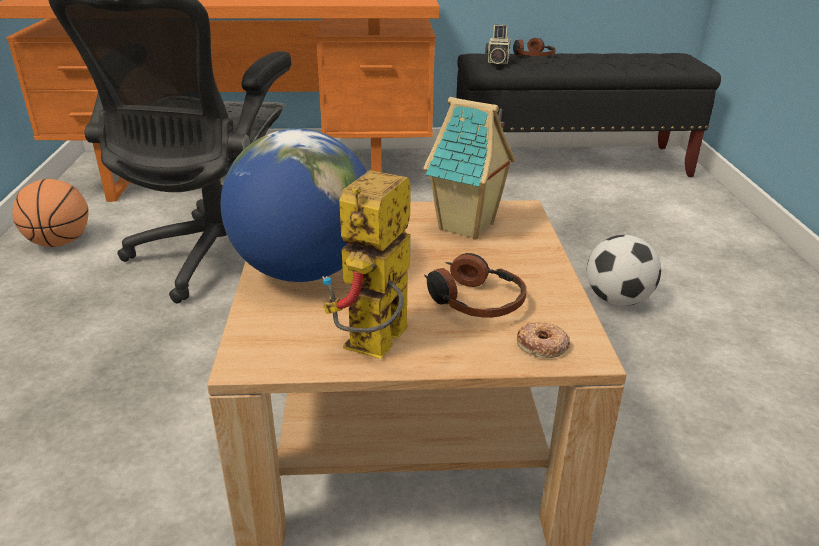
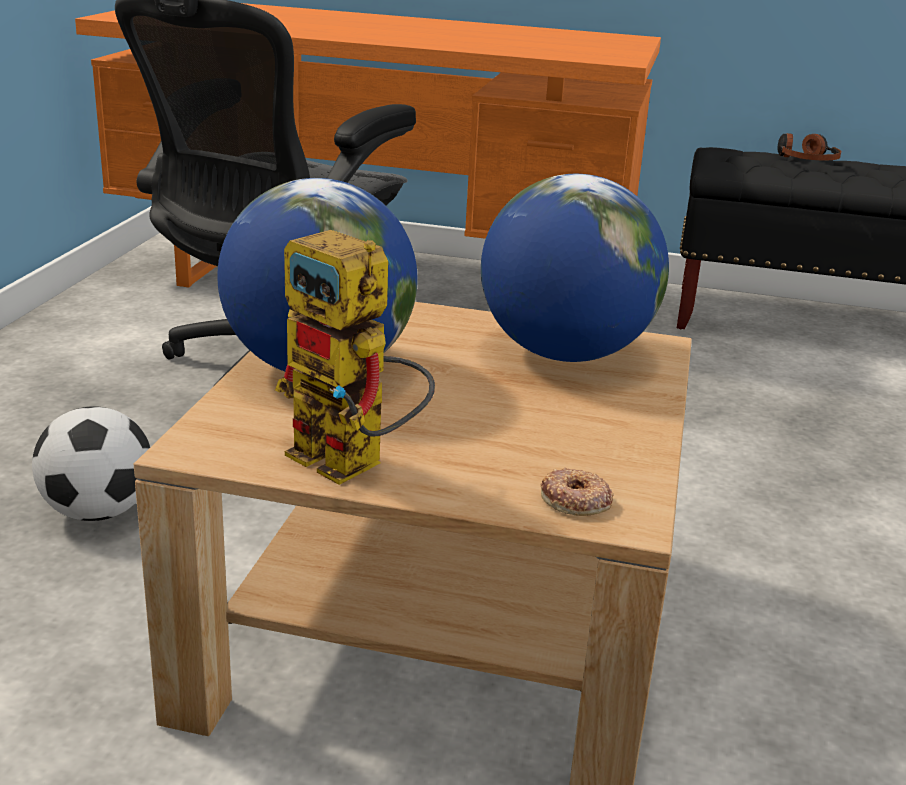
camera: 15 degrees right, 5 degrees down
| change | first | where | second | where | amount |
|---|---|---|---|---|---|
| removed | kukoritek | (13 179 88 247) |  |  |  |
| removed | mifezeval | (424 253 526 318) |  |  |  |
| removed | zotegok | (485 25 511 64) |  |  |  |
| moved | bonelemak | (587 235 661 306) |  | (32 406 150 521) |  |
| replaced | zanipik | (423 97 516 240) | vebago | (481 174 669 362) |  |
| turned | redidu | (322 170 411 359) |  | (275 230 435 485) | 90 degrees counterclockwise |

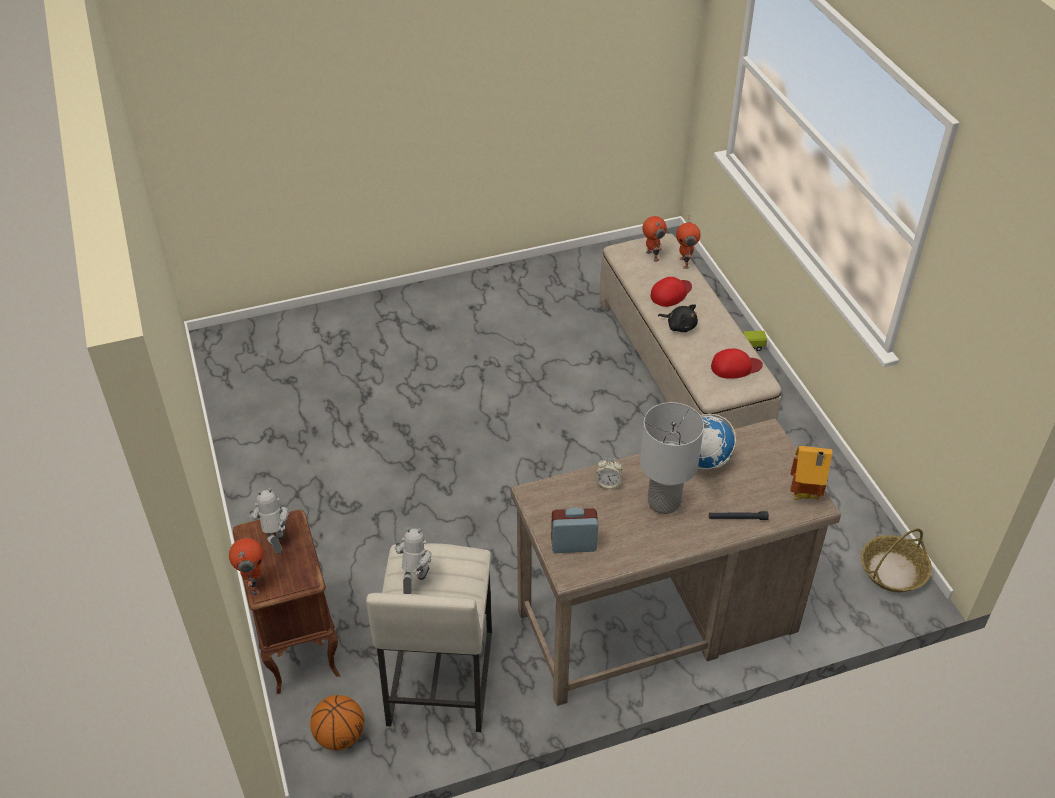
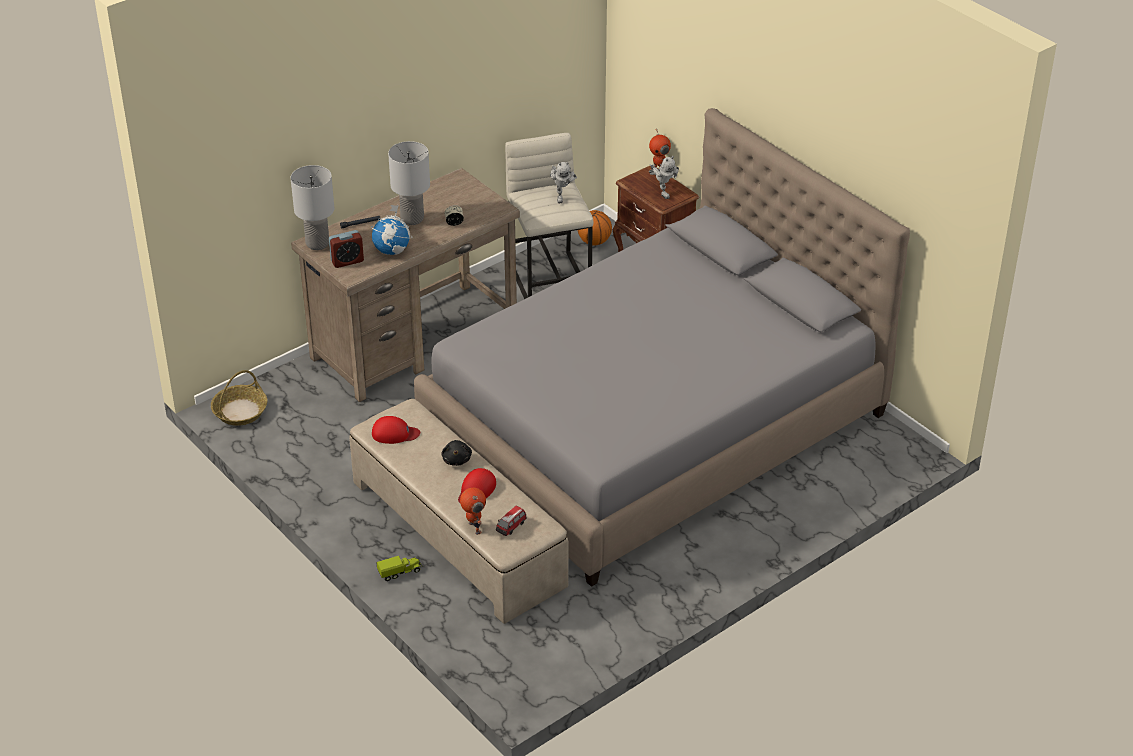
camera: 160 degrees right, 5 degrees down
| change | first | where | second | where | amount |
|---|---|---|---|---|---|
| added |  |  | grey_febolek | (414 108 910 587) |  |
| moved | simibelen | (551 507 598 553) |  | (329 230 364 268) |  |
| replaced | redidu | (642 216 667 262) | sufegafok | (496 505 526 536) |  |
| replaced | zanipik | (790 446 832 499) | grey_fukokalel | (291 165 334 250) |  |
| turned | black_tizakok | (658 304 698 332) |  | (441 440 472 466) | 105 degrees counterclockwise |
| turned | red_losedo | (711 349 763 379) |  | (372 416 420 444) | 150 degrees counterclockwise |

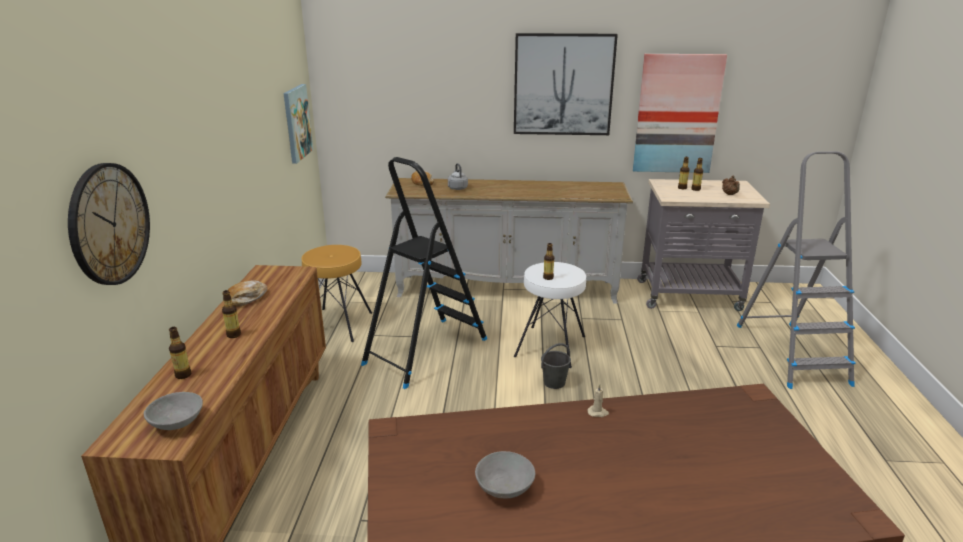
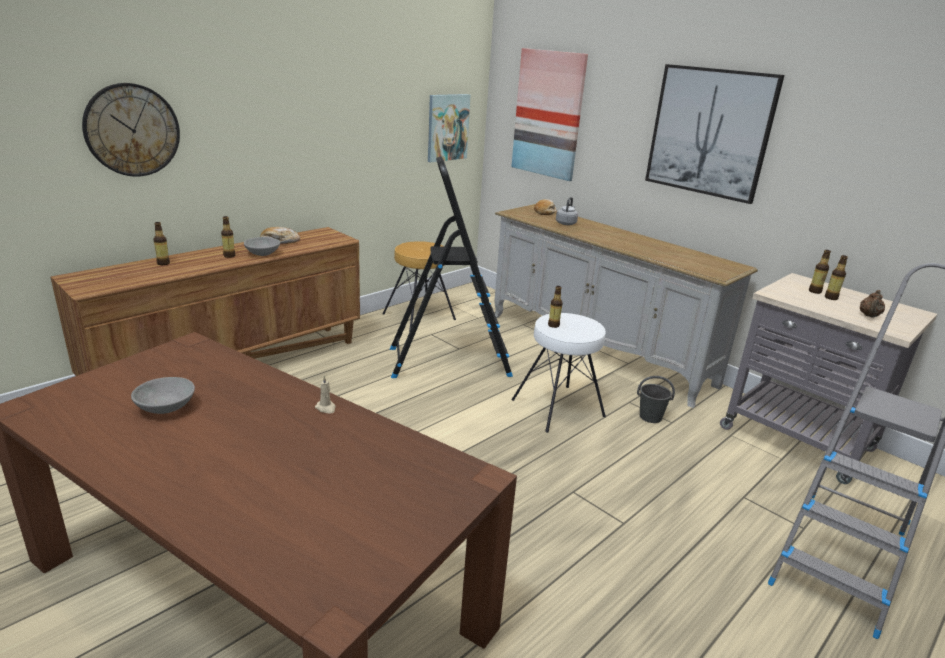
camera: 40 degrees right, 0 degrees up
| change | first | where | second | where | amount |
|---|---|---|---|---|---|
| moved | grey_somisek | (144 392 203 430) |  | (244 237 280 256) |  |
| moved | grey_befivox | (541 343 571 389) |  | (637 376 675 423) |  |
| moved | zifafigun | (633 54 727 173) |  | (511 48 588 181) |  |

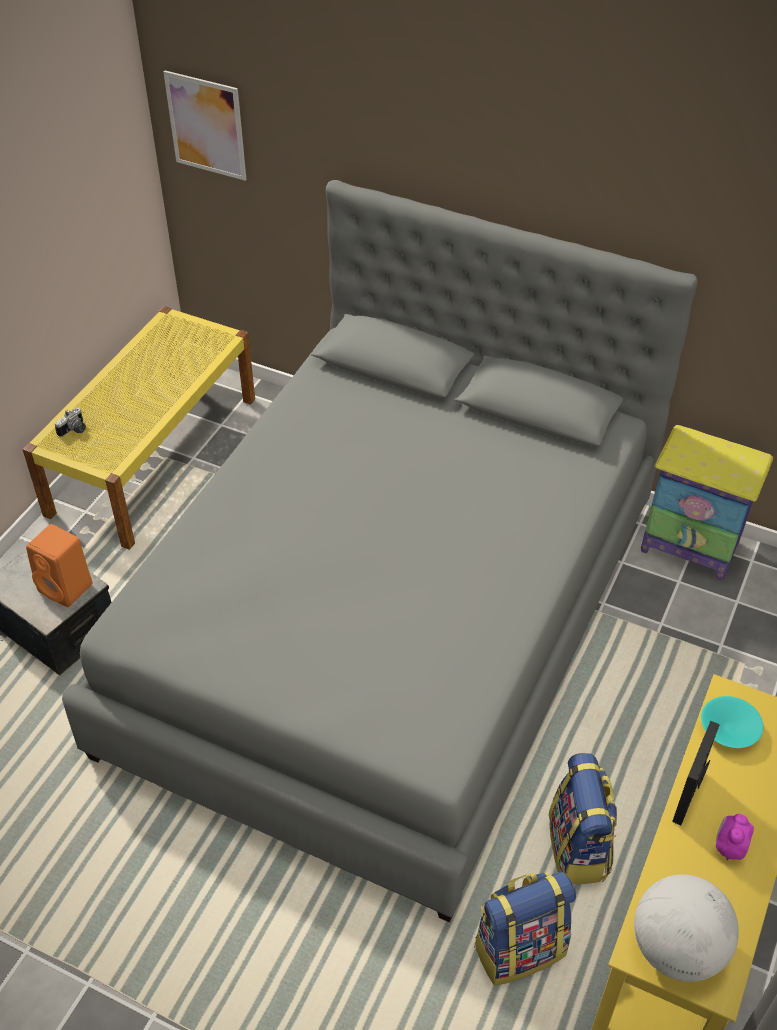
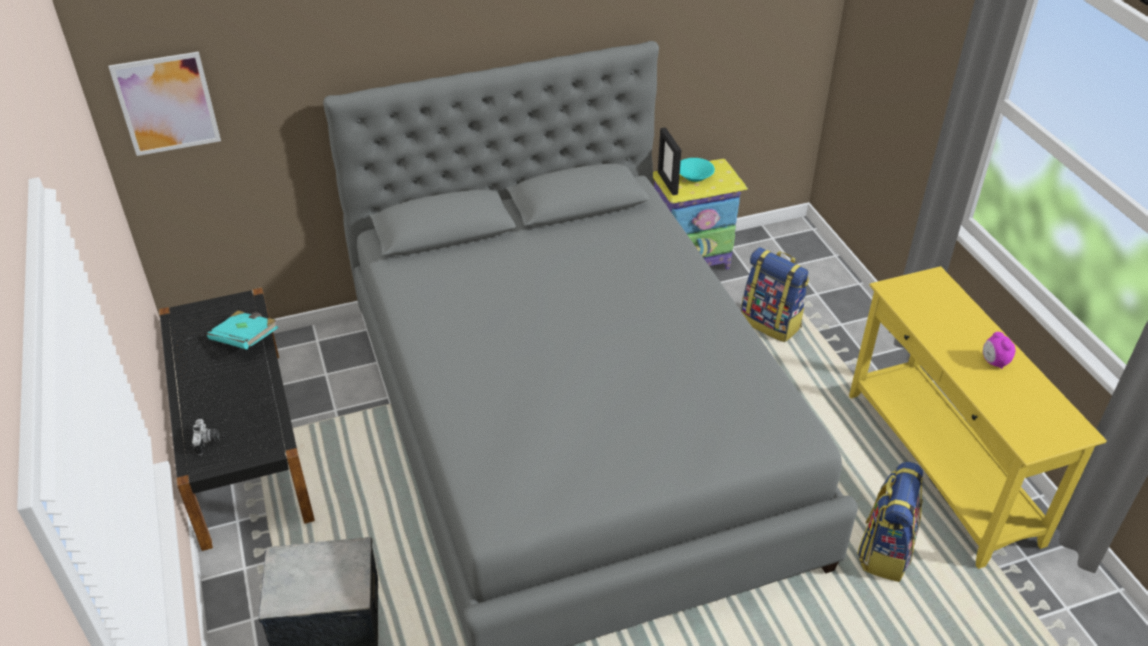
camera: 45 degrees left, 5 degrees down
| change | first | where | second | where | amount |
|---|---|---|---|---|---|
| removed | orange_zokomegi | (26 524 92 607) |  |  |  |
| removed | vebago | (634 874 739 982) |  |  |  |
| added |  |  | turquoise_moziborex | (207 311 278 350) |  |
| moved | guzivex | (549 753 617 884) |  | (741 247 809 342) |  |
| moved | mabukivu | (672 721 720 825) |  | (658 127 681 195) |  |
| moved | turquoise_somisek | (701 696 764 748) |  | (680 158 715 182) |  |
| recoloured | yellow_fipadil | (23 306 255 550) | black_fipadil | (159 287 315 551) |  |

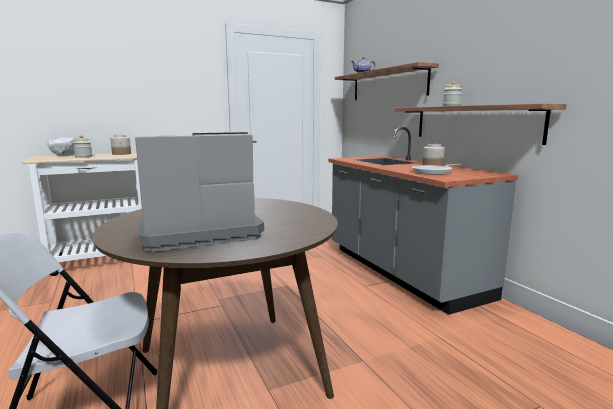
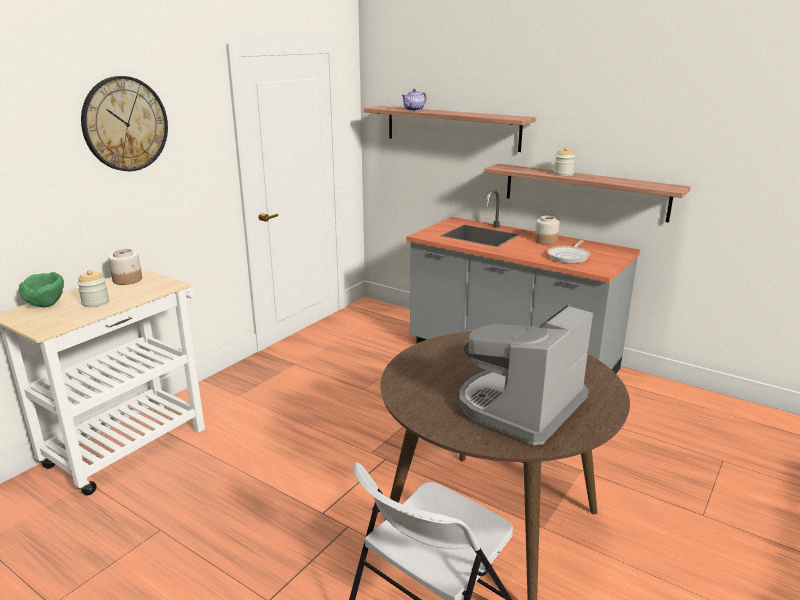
camera: 30 degrees left, 10 degrees up
| change | first | where | second | where | amount |
|---|---|---|---|---|---|
| added |  |  | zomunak | (81 76 168 171) |  |
| recoloured | white_somisek | (47 138 74 156) | green_somisek | (19 272 64 307) |  |

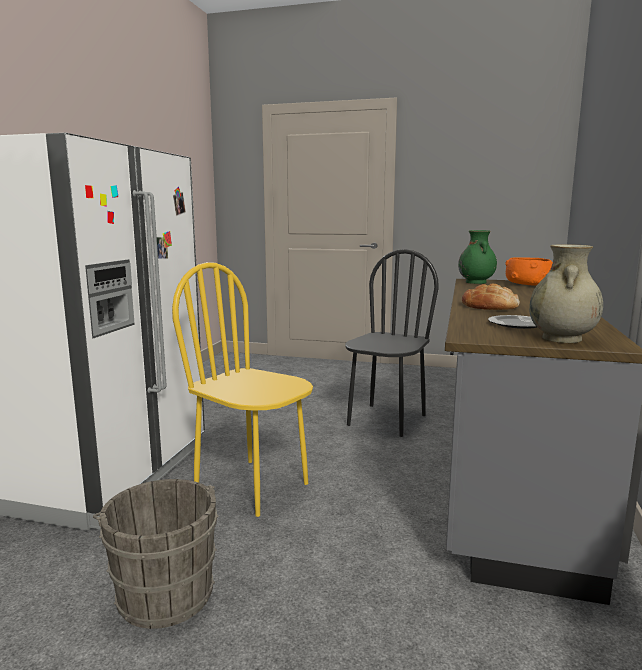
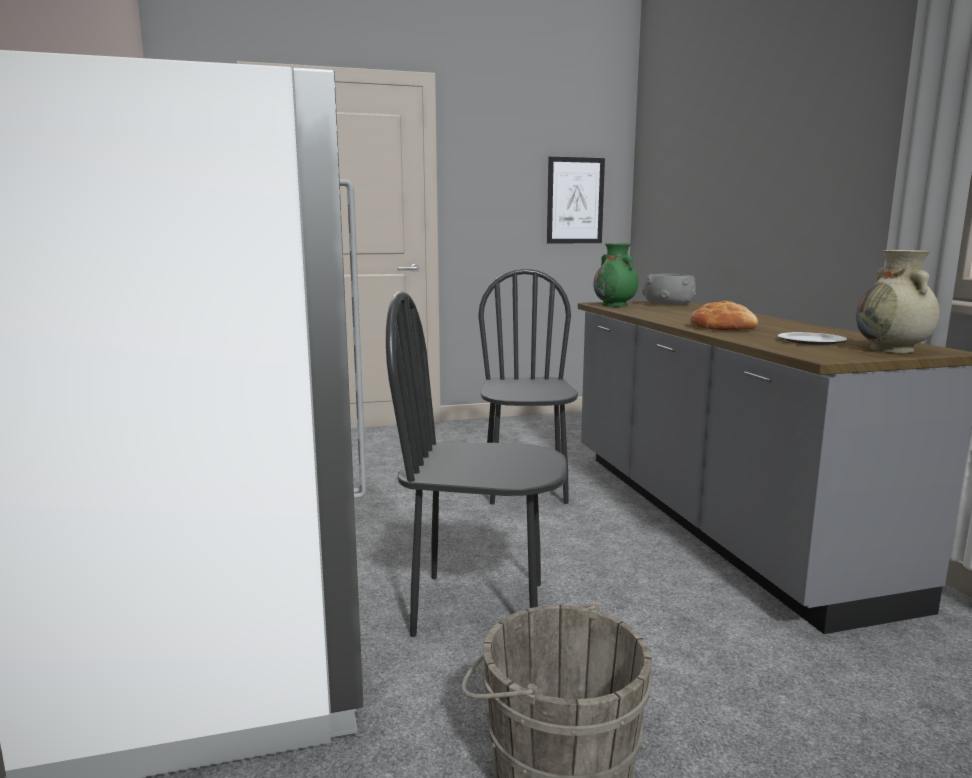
camera: 30 degrees left, 0 degrees up
| change | first | where | second | where | amount |
|---|---|---|---|---|---|
| added |  |  | zifafigun | (547 157 605 243) |  |
| recoloured | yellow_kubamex | (172 262 313 517) | black_kubamex | (386 291 567 637) |  |
| recoloured | orange_somisek | (505 257 553 286) | grey_somisek | (642 274 696 305) |  |

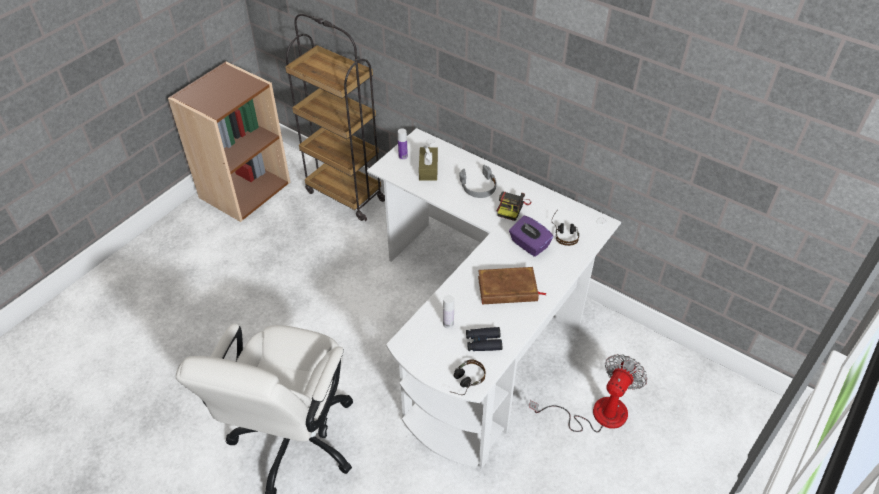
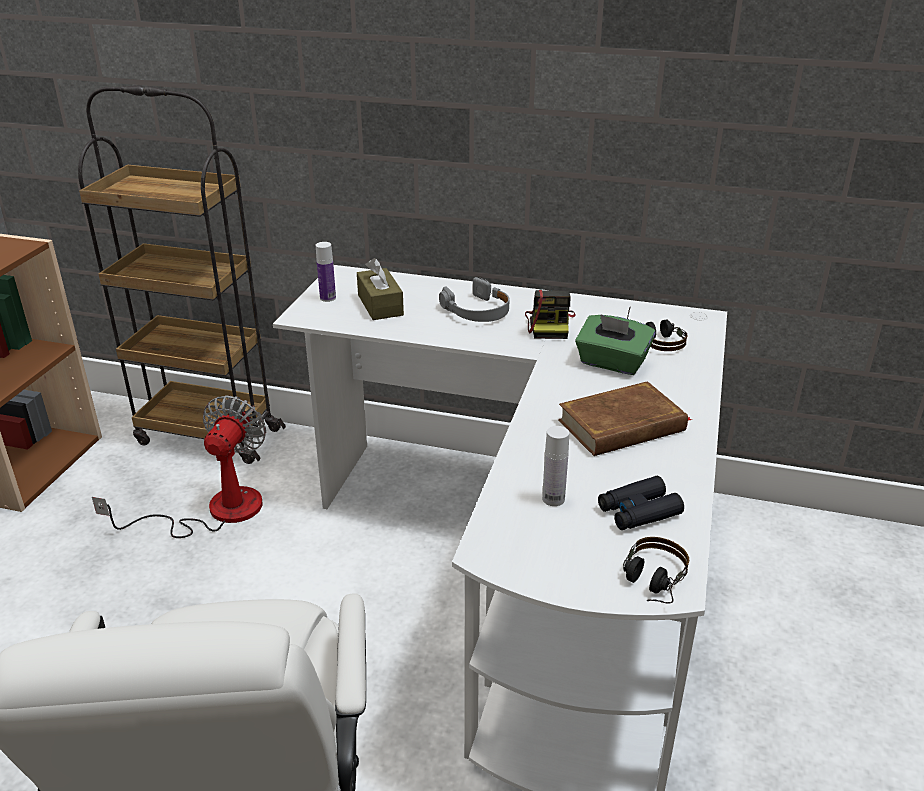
camera: 20 degrees left, 15 degrees down
| change | first | where | second | where | amount |
|---|---|---|---|---|---|
| moved | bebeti | (529 354 648 433) |  | (92 395 266 538) |  |
| recoloured | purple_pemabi | (509 216 553 257) | green_pemabi | (575 314 655 375) |  |

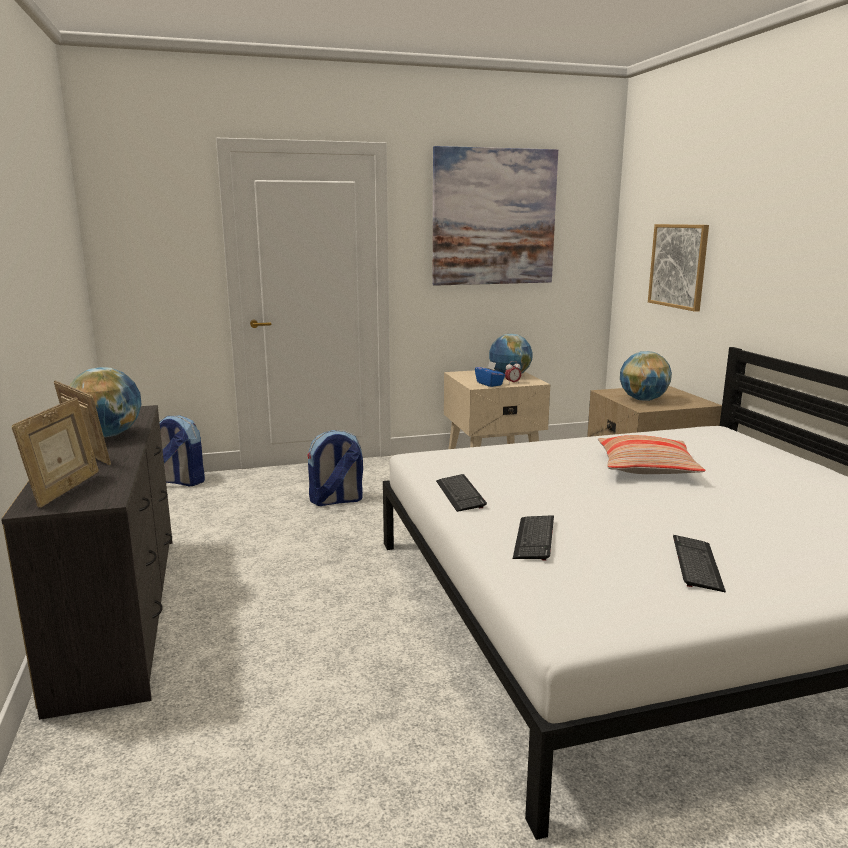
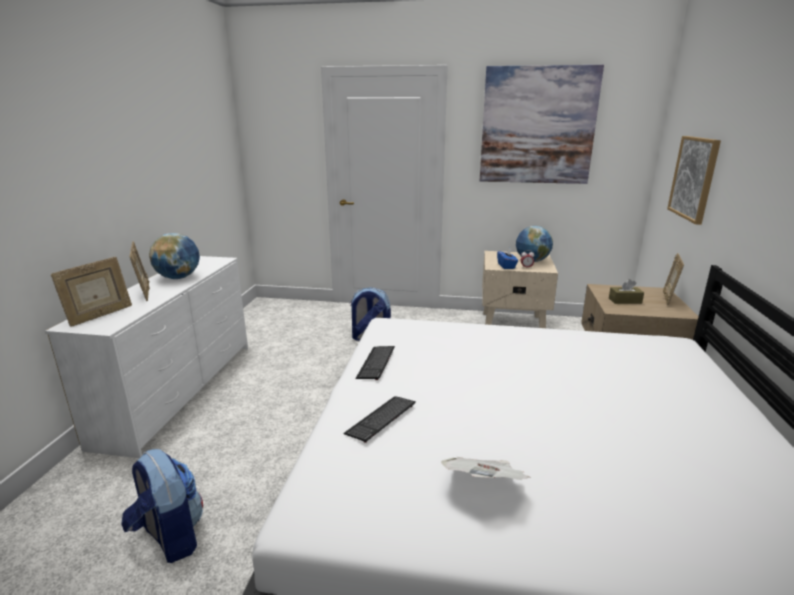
camera: 25 degrees right, 5 degrees up
| change | first | where | second | where | amount |
|---|---|---|---|---|---|
| removed | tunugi | (598 435 706 474) |  |  |  |
| added |  |  | mabukivu | (663 253 684 305) |  |
| moved | guzivex | (160 415 205 486) |  | (121 449 203 563) |  |
| replaced | vebago | (620 351 672 401) | brown_pemabi | (609 279 644 304) |  |
| replaced | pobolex | (673 535 726 593) | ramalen | (441 457 531 480) |  |
| recoloured | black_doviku | (1 405 173 720) | white_doviku | (45 256 248 458) |  |

